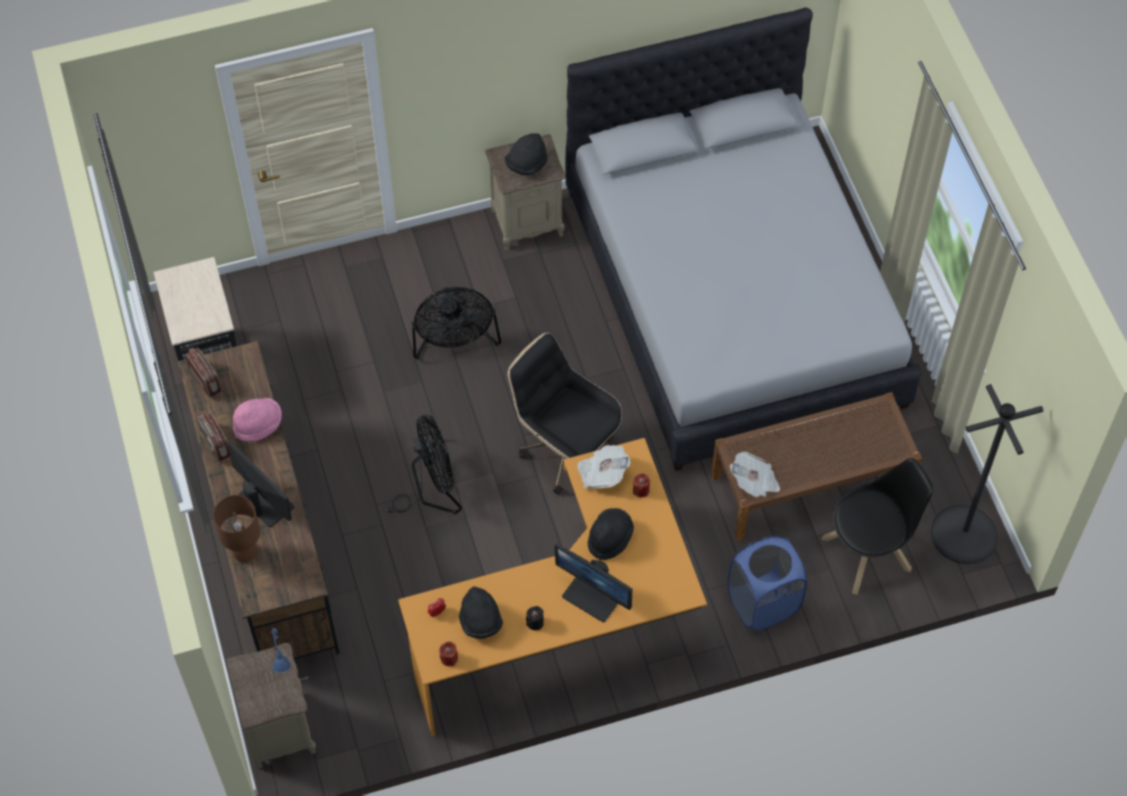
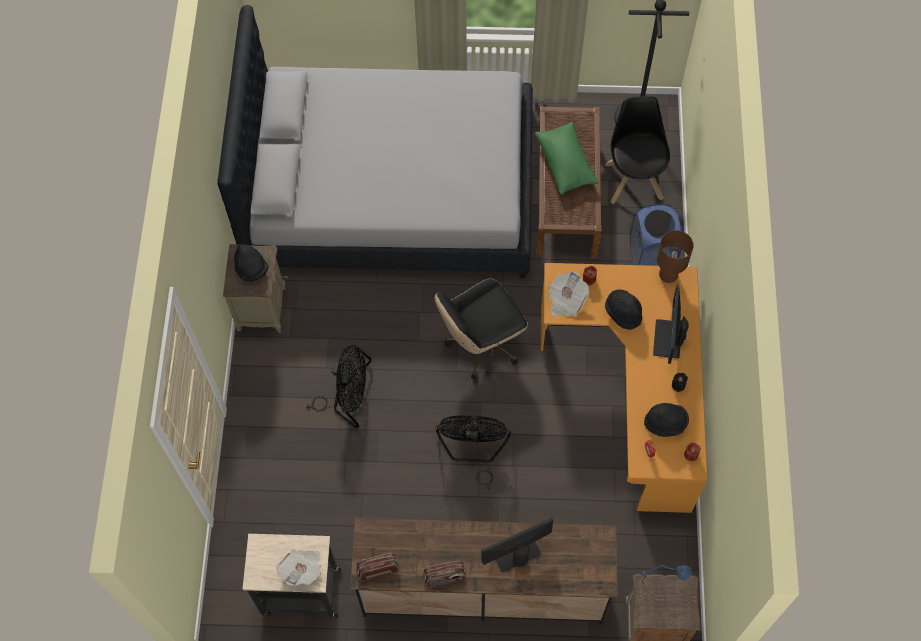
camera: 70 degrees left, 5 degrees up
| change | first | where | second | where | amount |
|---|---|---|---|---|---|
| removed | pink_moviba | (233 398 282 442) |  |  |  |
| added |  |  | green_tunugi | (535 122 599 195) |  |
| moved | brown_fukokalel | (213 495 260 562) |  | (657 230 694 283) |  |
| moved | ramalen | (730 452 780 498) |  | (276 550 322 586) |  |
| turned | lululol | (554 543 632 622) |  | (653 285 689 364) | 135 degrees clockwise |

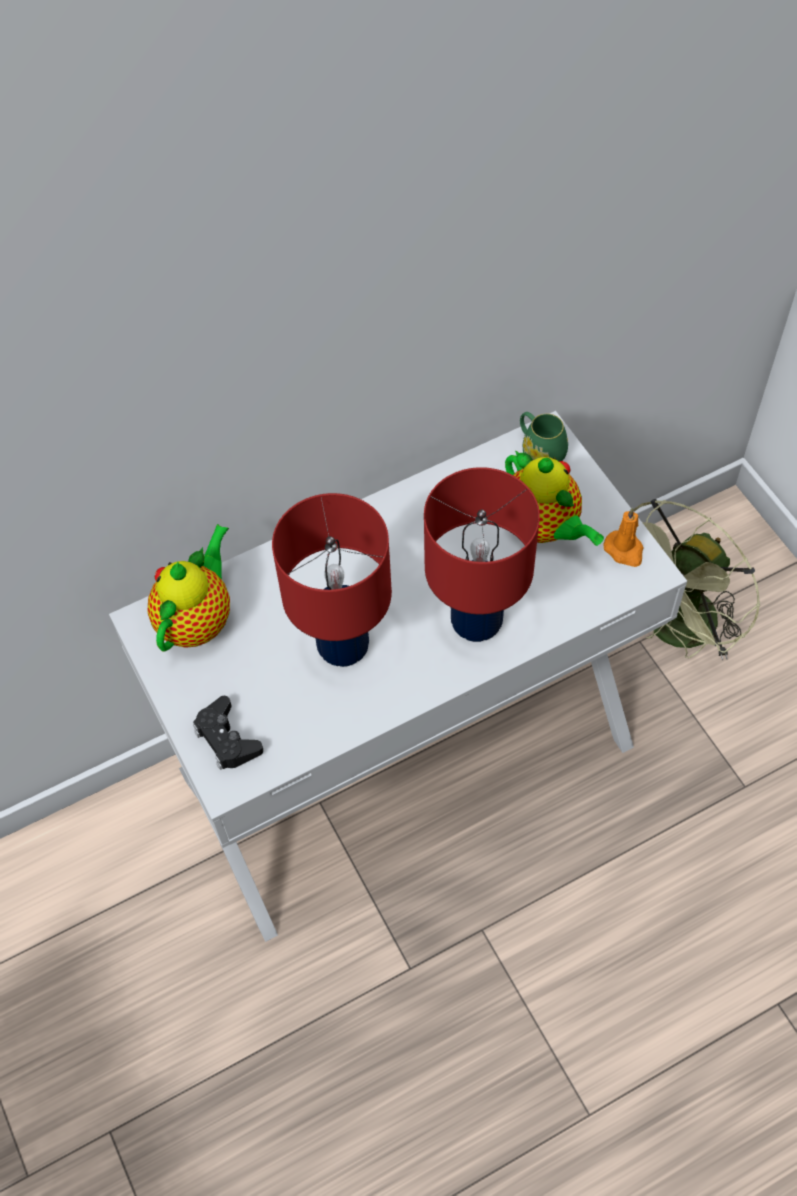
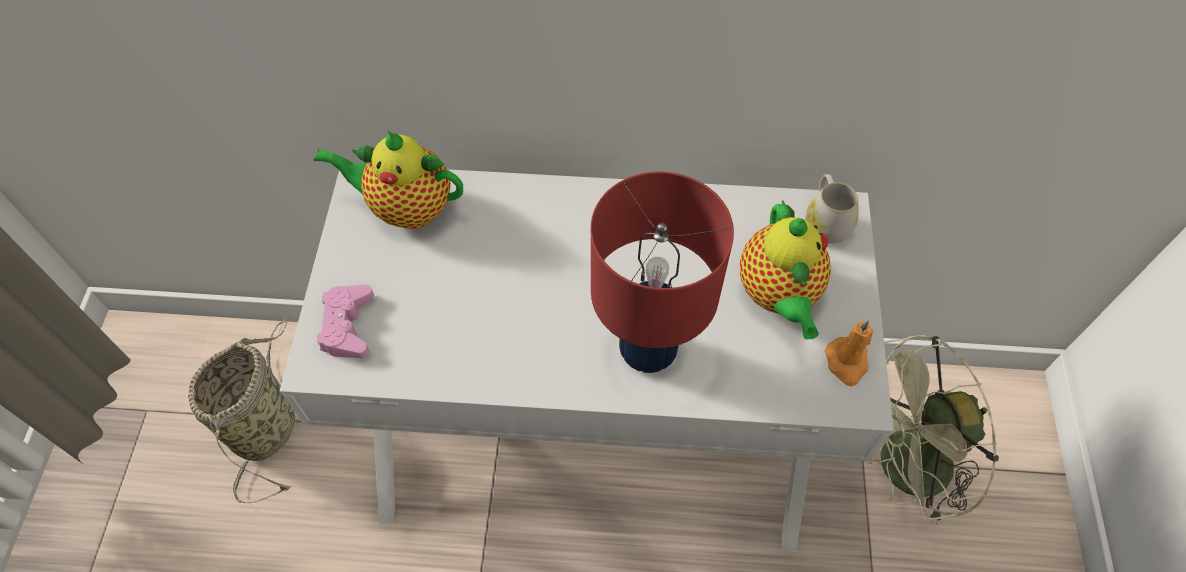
camera: 30 degrees right, 0 degrees up
| change | first | where | second | where | amount |
|---|---|---|---|---|---|
| removed | red_fukokalel | (272 493 392 667) |  |  |  |
| added |  |  | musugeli | (188 319 295 503) |  |
| recoloured | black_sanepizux | (193 696 263 770) | pink_sanepizux | (317 284 374 358) |  |
| recoloured | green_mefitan | (520 412 568 461) | white_mefitan | (805 174 859 243) |  |
| turned | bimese | (147 524 230 652) |  | (314 131 463 229) | 135 degrees counterclockwise |

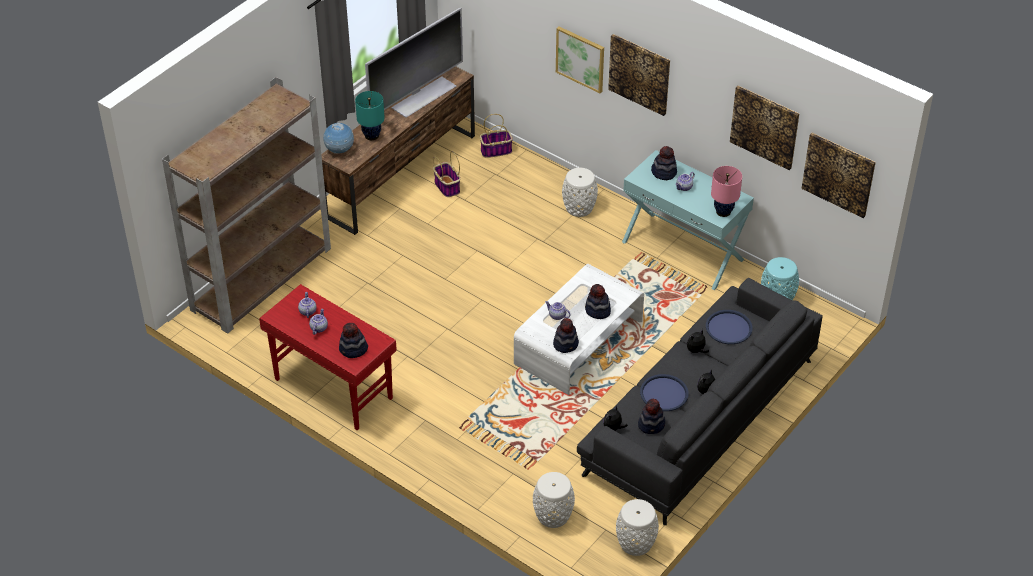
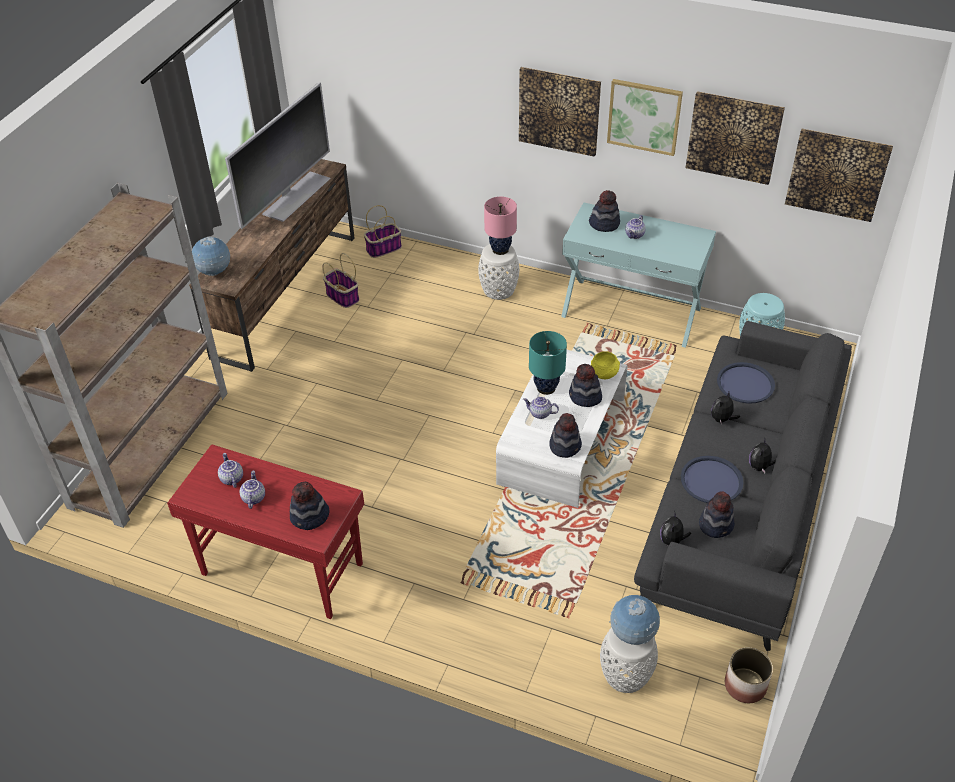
camera: 15 degrees left, 0 degrees up
| change | first | where | second | where | amount |
|---|---|---|---|---|---|
| added |  |  | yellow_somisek | (591 351 620 379) |  |
| added |  |  | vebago | (609 595 660 645) |  |
| moved | turquoise_fukokalel | (355 91 385 140) |  | (529 331 567 395) |  |
| moved | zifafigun | (556 27 604 93) |  | (607 79 683 156) |  |
| moved | pink_fukokalel | (711 166 742 217) |  | (484 197 517 255) |  |
| replaced | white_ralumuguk | (616 499 659 556) | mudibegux | (725 648 773 703) |  |

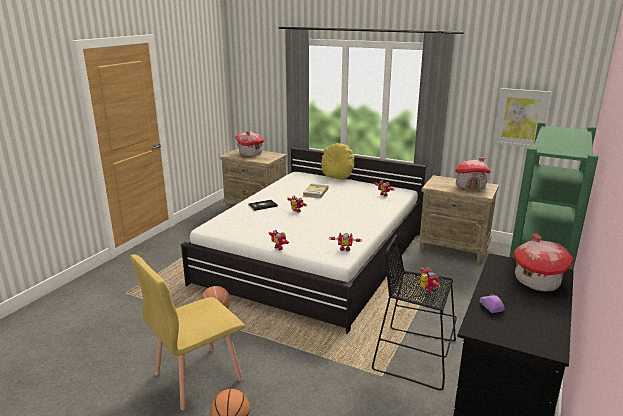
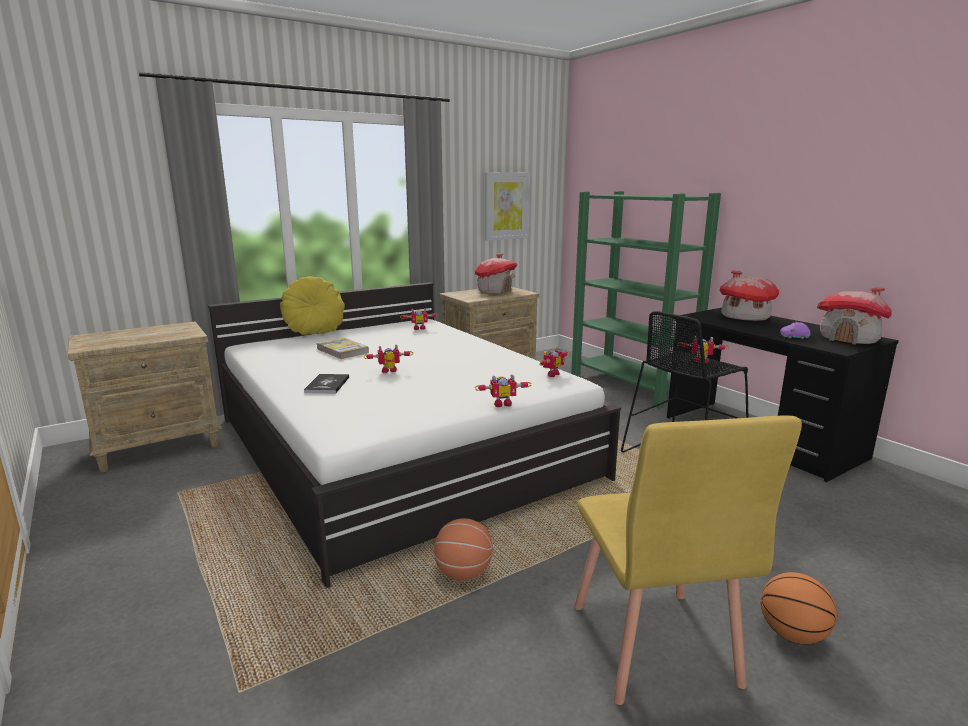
camera: 60 degrees left, 5 degrees down
| change | first | where | second | where | amount |
|---|---|---|---|---|---|
| moved | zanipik | (235 131 264 156) |  | (817 287 892 345) |  |

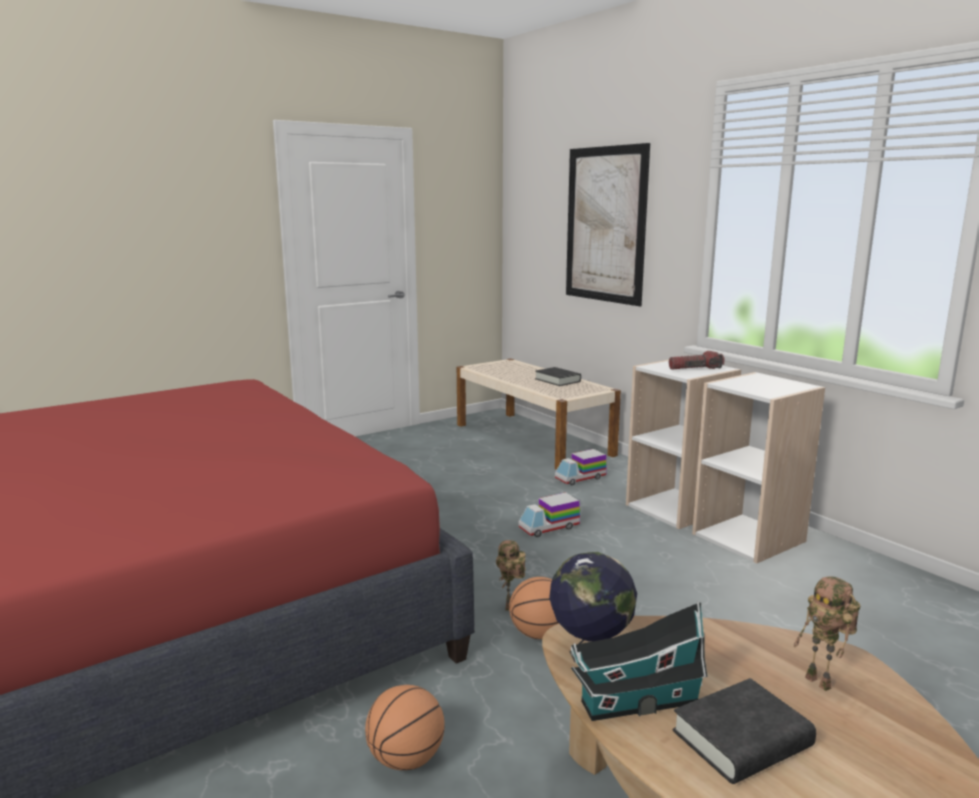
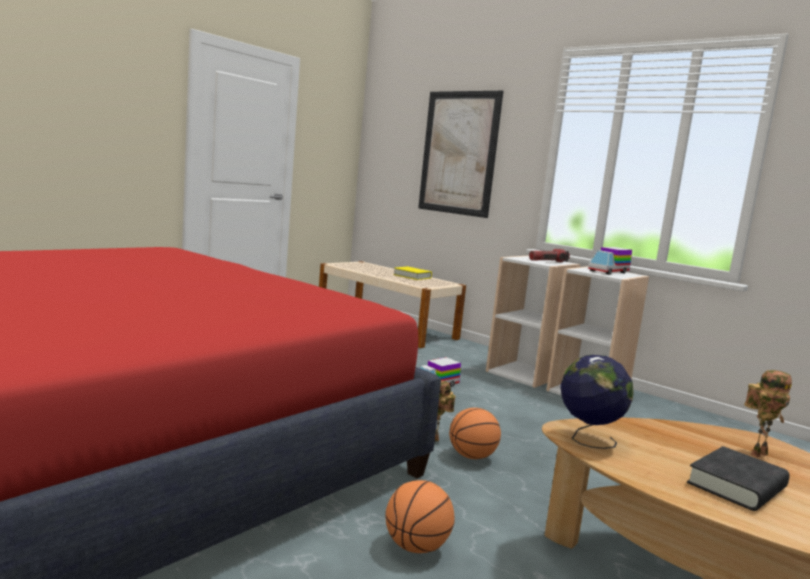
camera: 15 degrees left, 5 degrees down
| change | first | where | second | where | amount |
|---|---|---|---|---|---|
| removed | zanipik | (571 601 708 721) |  |  |  |
| moved | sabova | (555 449 607 485) |  | (588 247 632 275) |  |
| recoloured | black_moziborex | (535 367 581 386) | yellow_moziborex | (393 266 432 280) |  |
| turned | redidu | (794 576 860 691) |  | (744 370 792 457) | 75 degrees counterclockwise |

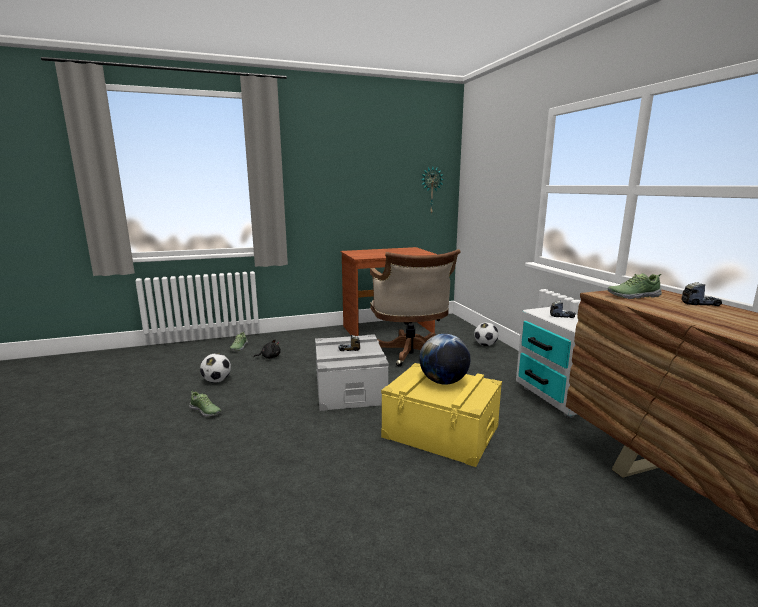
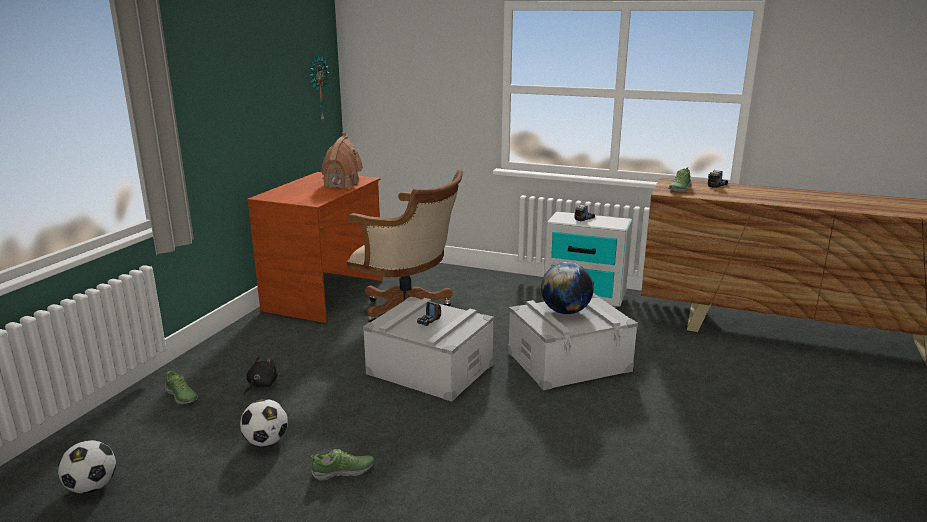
camera: 50 degrees left, 5 degrees up
| change | first | where | second | where | amount |
|---|---|---|---|---|---|
| added |  |  | zanipik | (321 132 363 189) |  |
| moved | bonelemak | (474 322 498 346) |  | (58 440 116 494) |  |
| recoloured | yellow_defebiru | (381 363 502 467) | grey_defebiru | (508 293 638 390) |  |

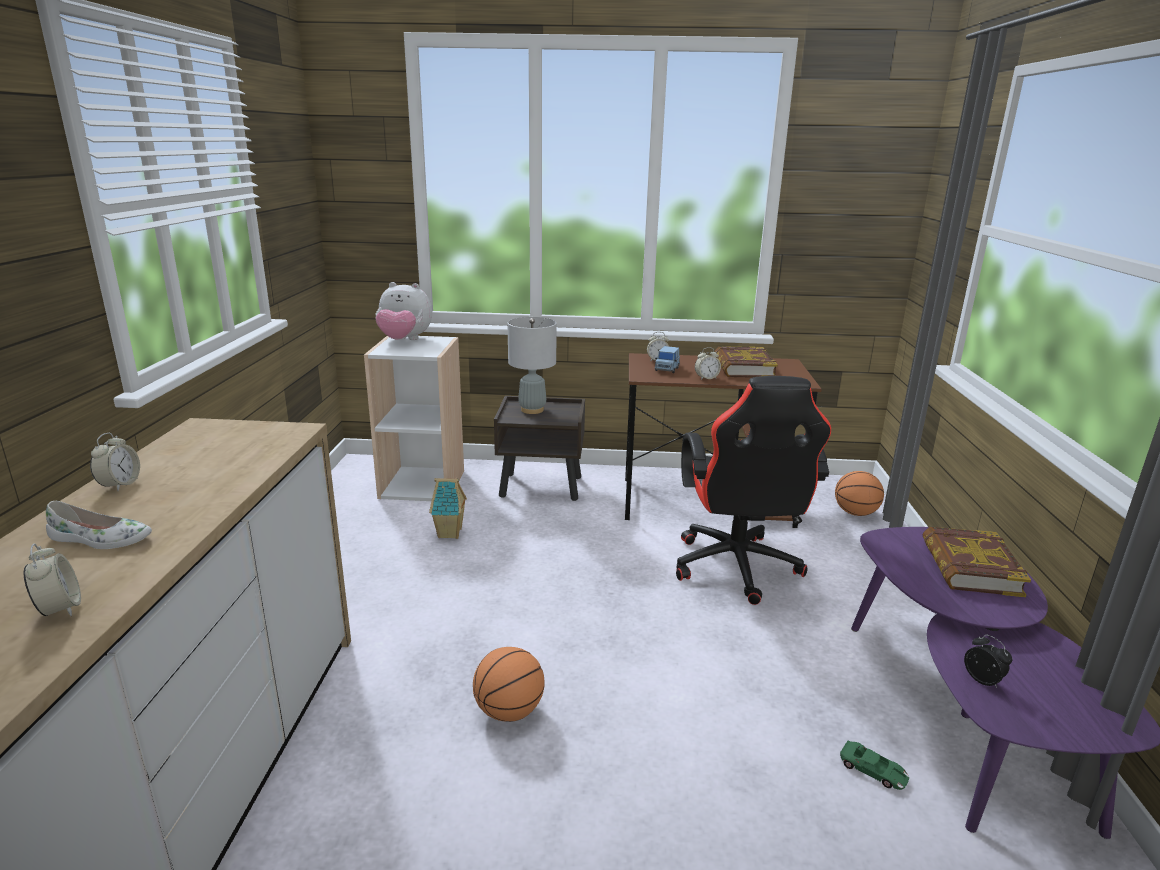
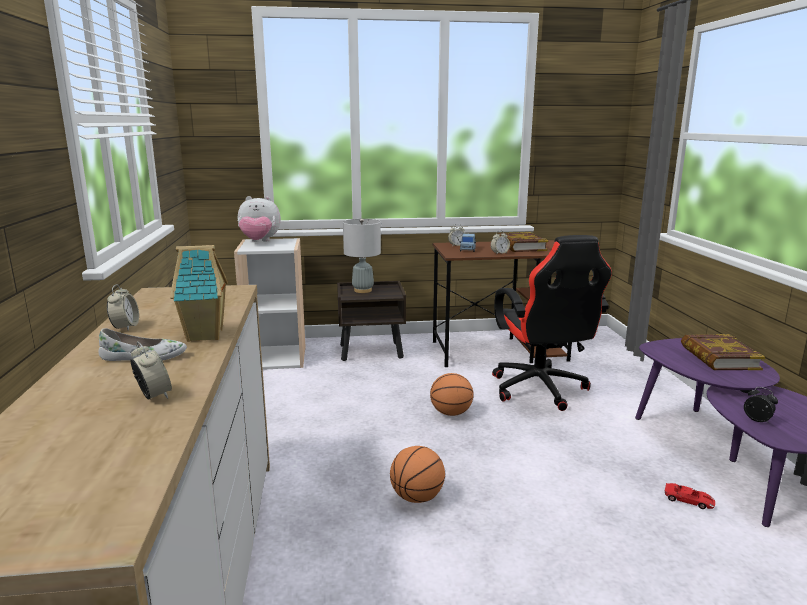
camera: 10 degrees left, 5 degrees down
| change | first | where | second | where | amount |
|---|---|---|---|---|---|
| moved | zanipik | (429 478 467 539) |  | (170 245 228 342) |  |
| moved | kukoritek | (835 471 884 516) |  | (430 373 474 416) |  |
| recoloured | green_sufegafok | (840 741 909 790) | red_sufegafok | (665 483 715 509) |  |

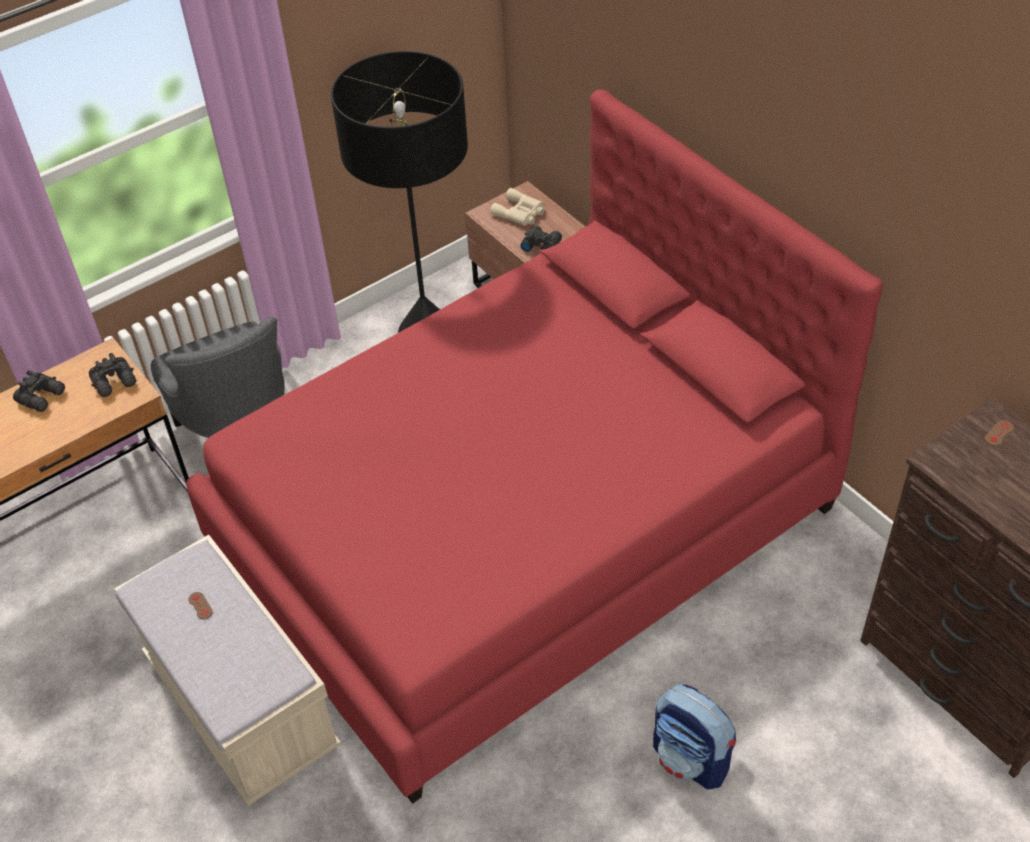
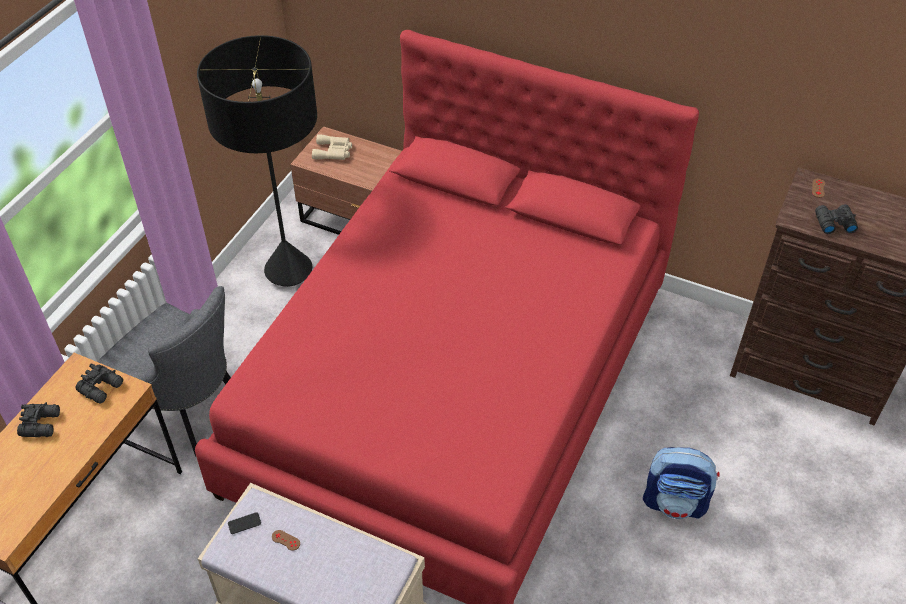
camera: 30 degrees left, 0 degrees up
| change | first | where | second | where | amount |
|---|---|---|---|---|---|
| added |  |  | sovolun | (228 512 261 534) |  |
| moved | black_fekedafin | (520 225 562 252) |  | (815 204 858 234) |  |

